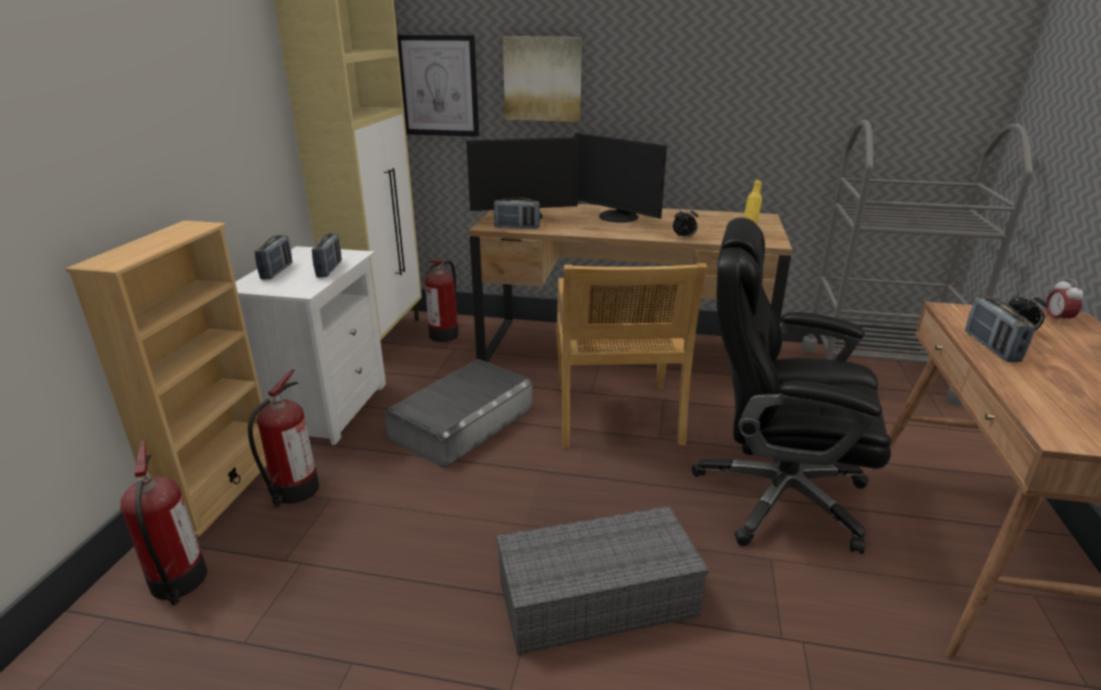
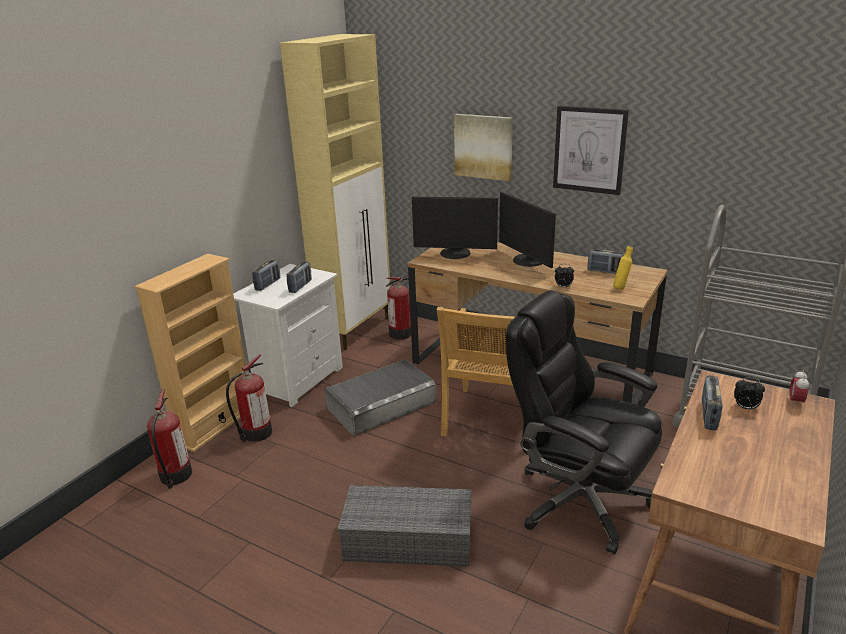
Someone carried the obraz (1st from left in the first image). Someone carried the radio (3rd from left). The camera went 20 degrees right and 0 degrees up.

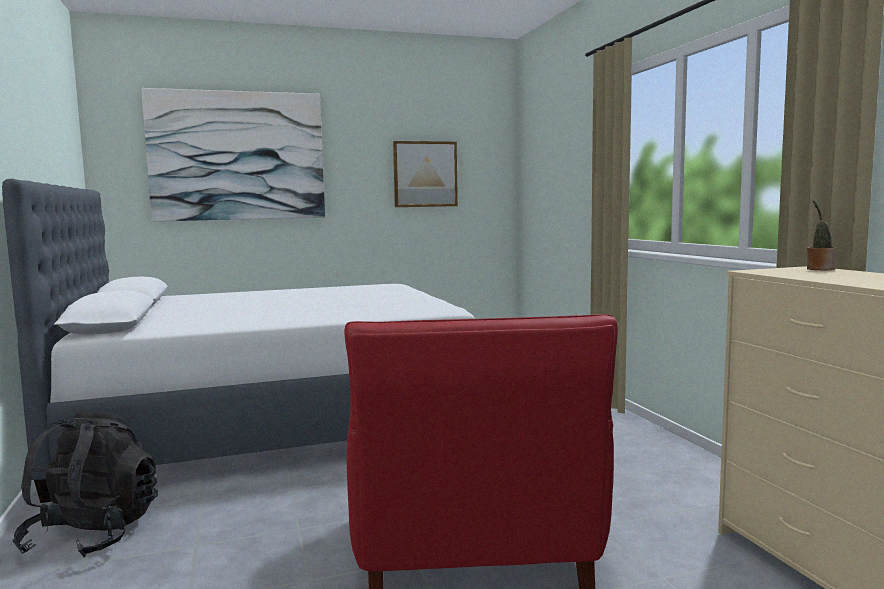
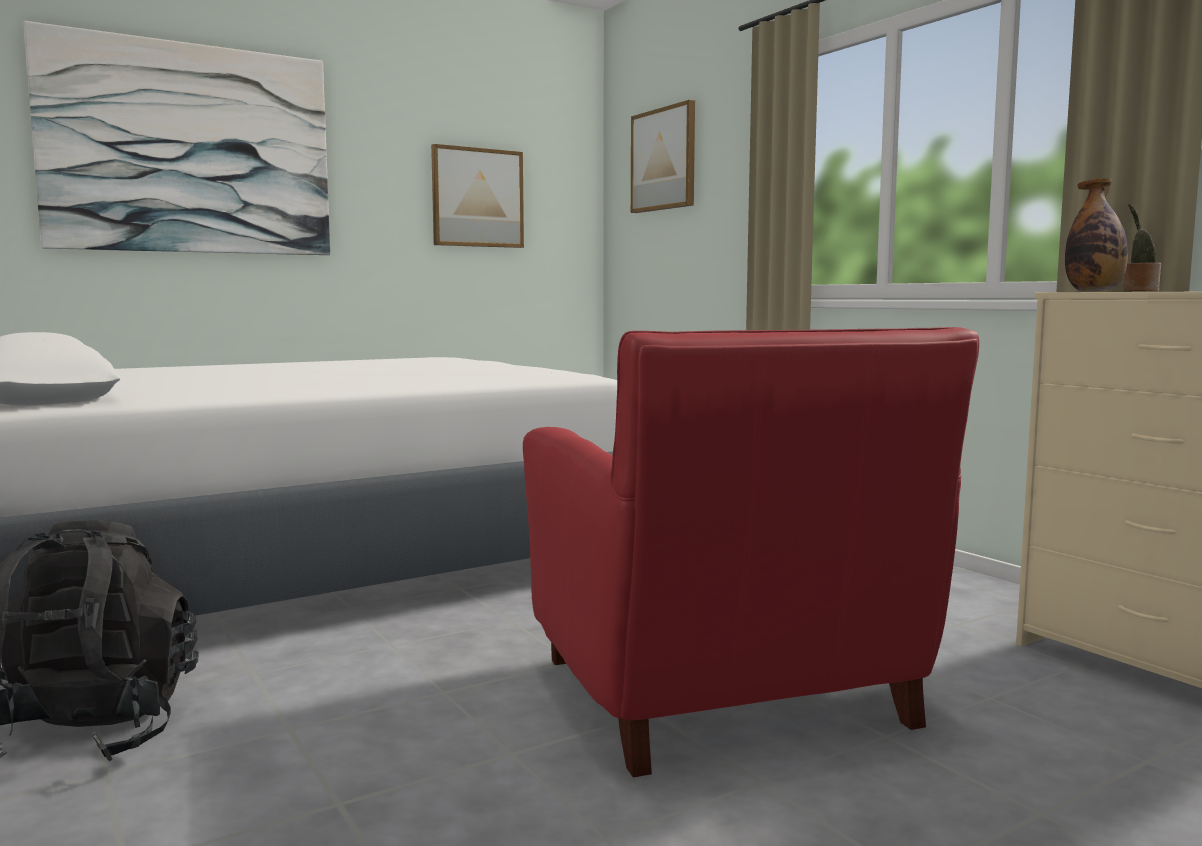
Someone put up the obraz (3rd from left). Someone put down the butelka. The camera went 15 degrees left and 0 degrees up.

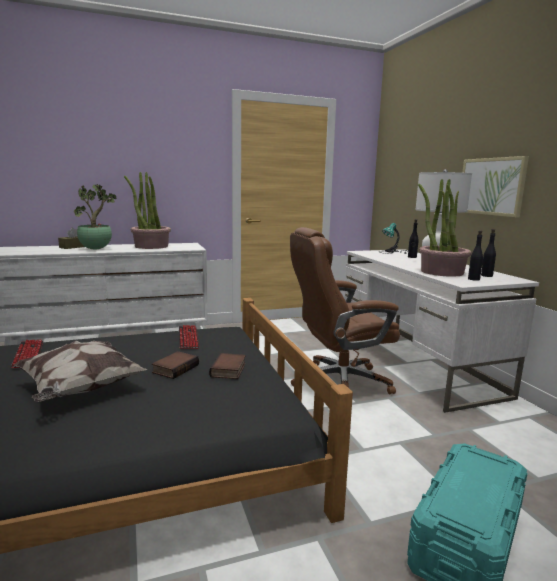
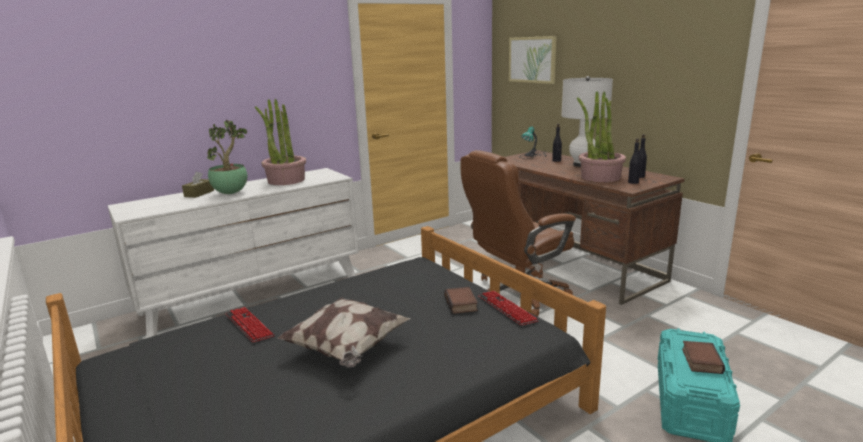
Someone carried the obraz. Someone repainted the biurko [biały], which became the biurko [brązowy]. Someone carried the klawiatura (2nd from left). Someone carried the książka (1st from left in the first image). The camera went 15 degrees left and 5 degrees up.

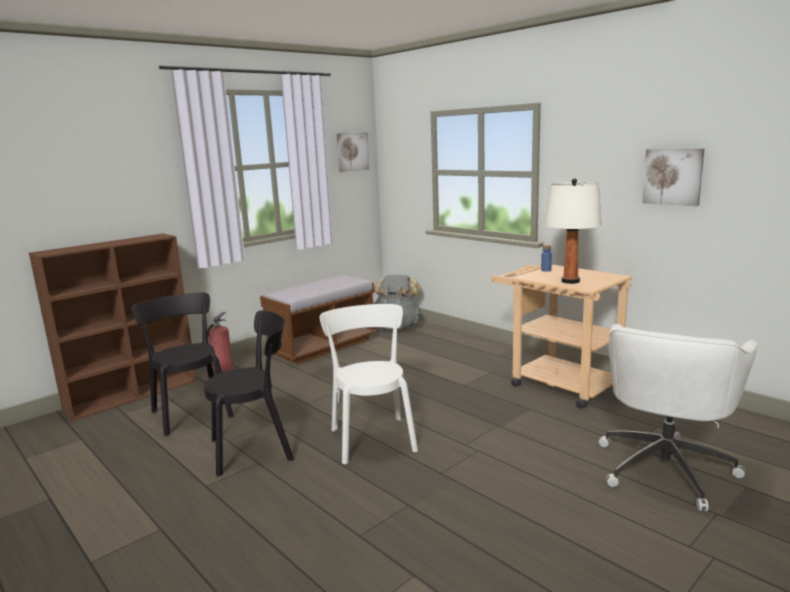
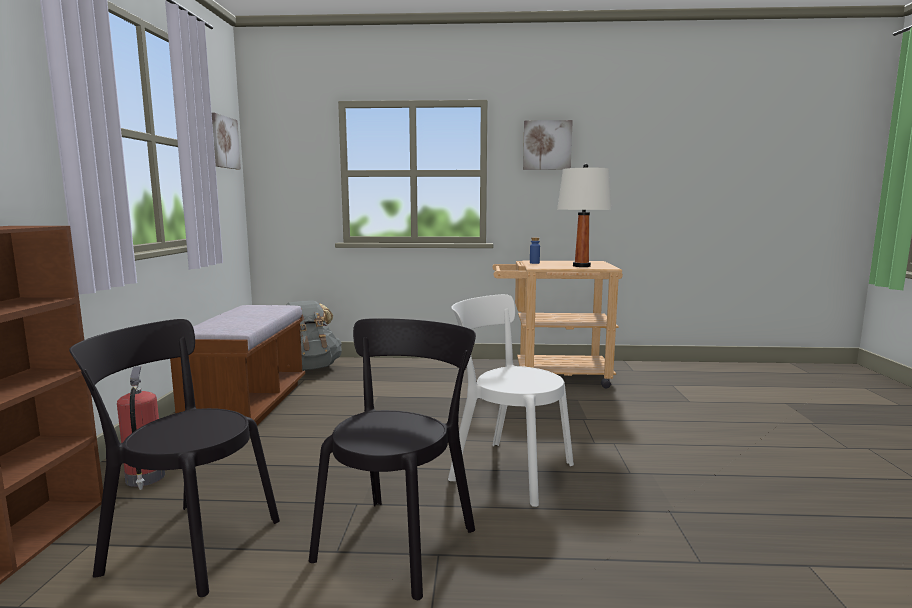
Someone carried the obraz (2nd from left). Someone took away the krzesło biurowe [biały]. The camera went 45 degrees left and 5 degrees down.

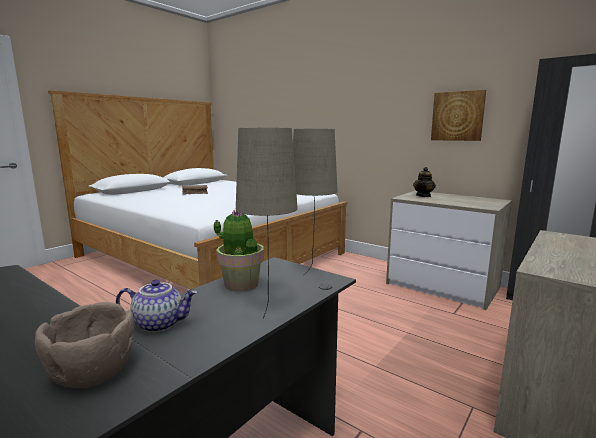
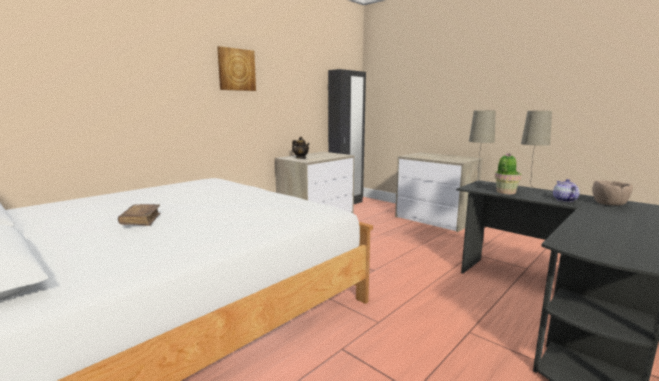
Someone carried the obraz. The camera went 85 degrees left and 0 degrees up.

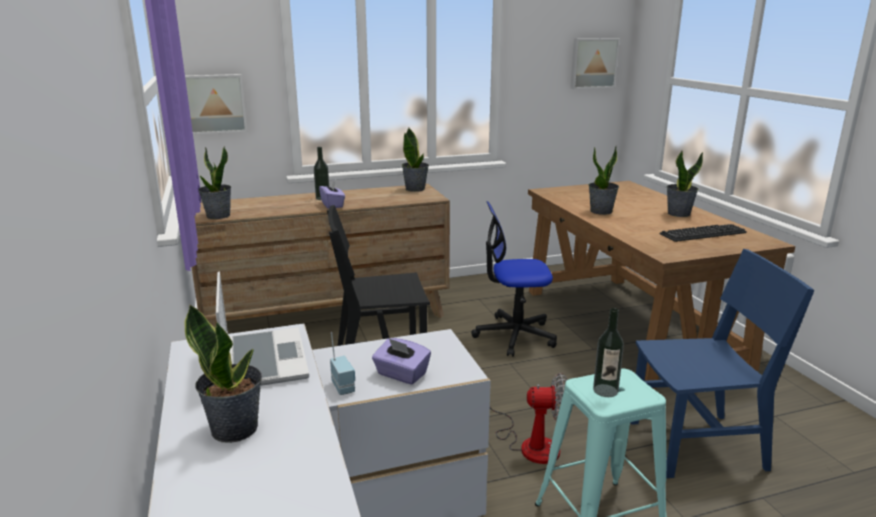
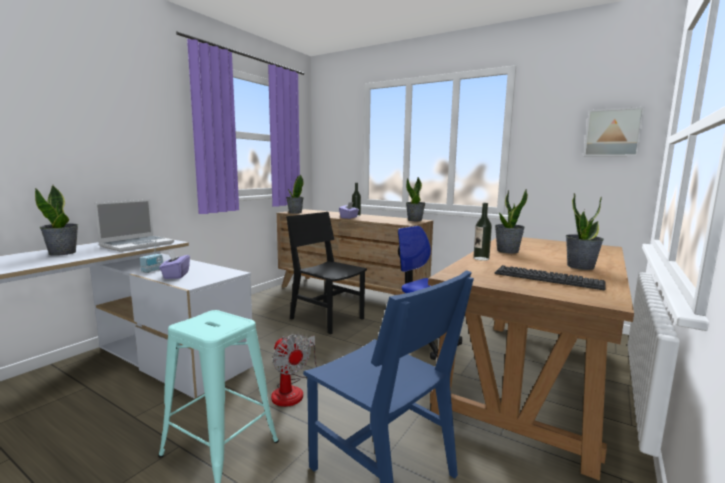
Someone took away the obraz (1st from left). Someone carried the butelka (2nd from left). The camera went 50 degrees right and 10 degrees down.

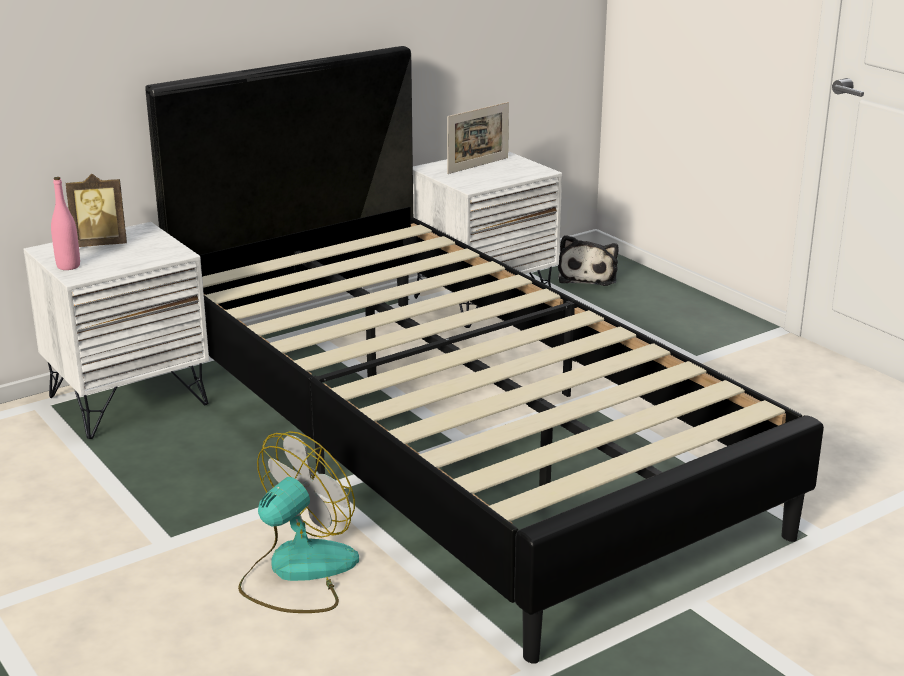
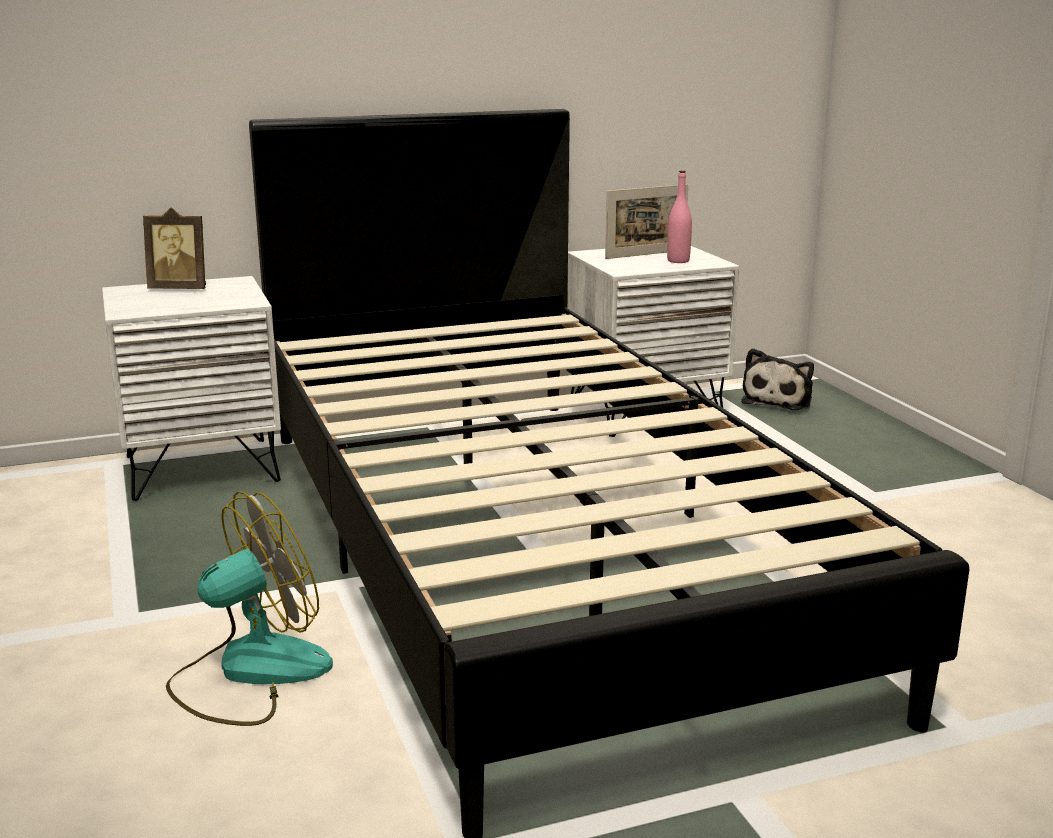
Someone carried the butelka [różowy]. The camera went 15 degrees right and 5 degrees down.

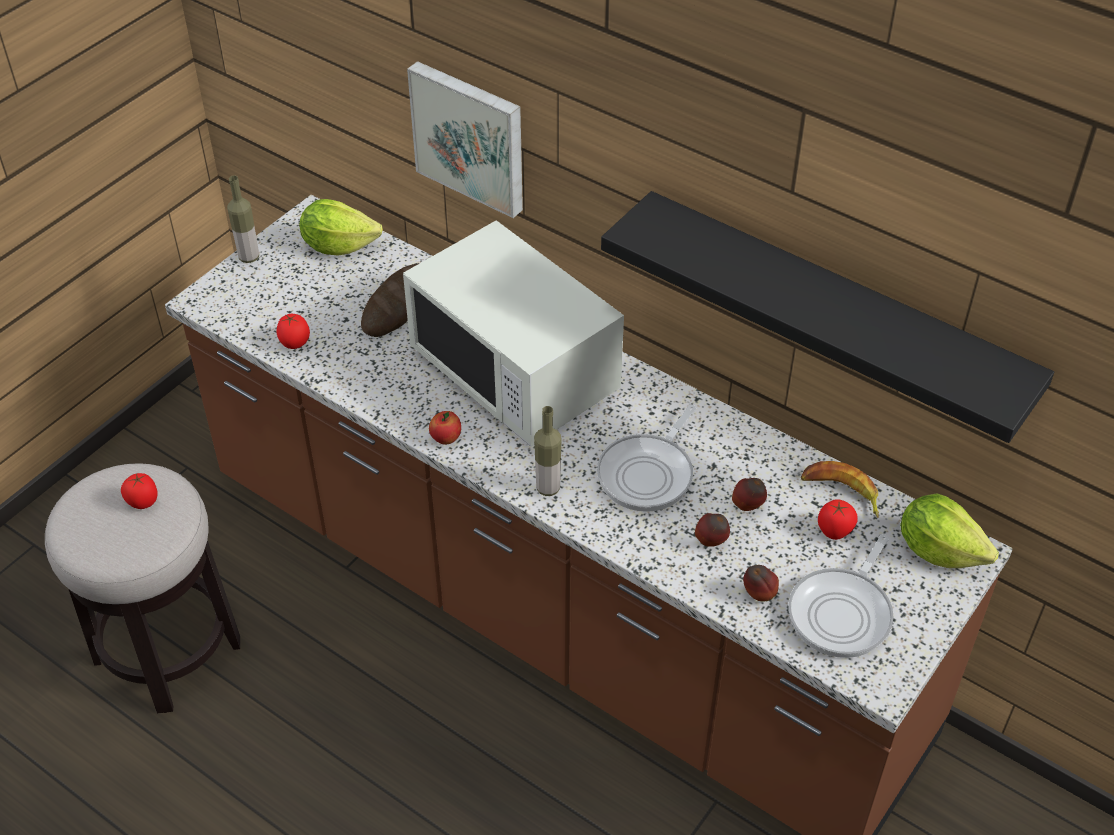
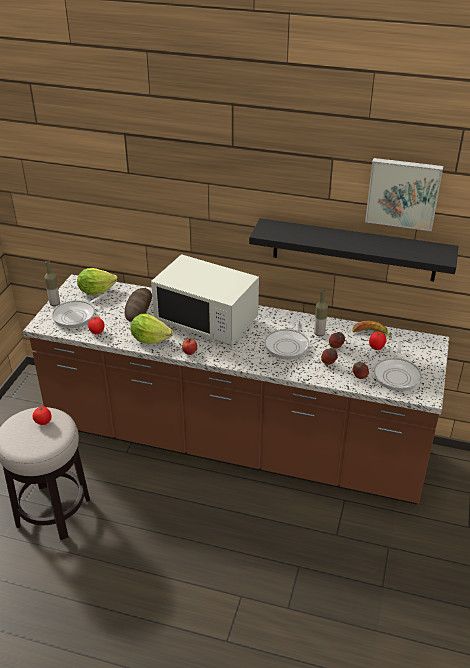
Someone carried the obraz. Someone carried the butelka (2nd from left). Someone carried the sałata (2nd from left). Someone put down the patelnia (1st from left). The camera went 20 degrees left and 10 degrees down.

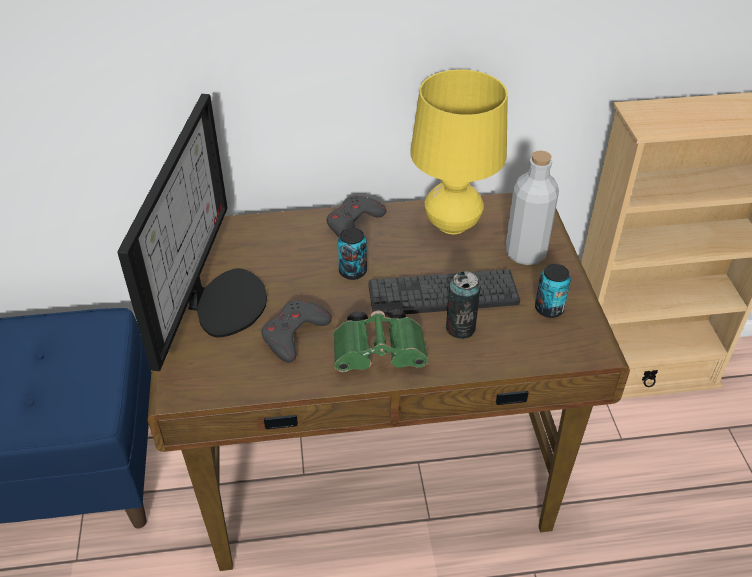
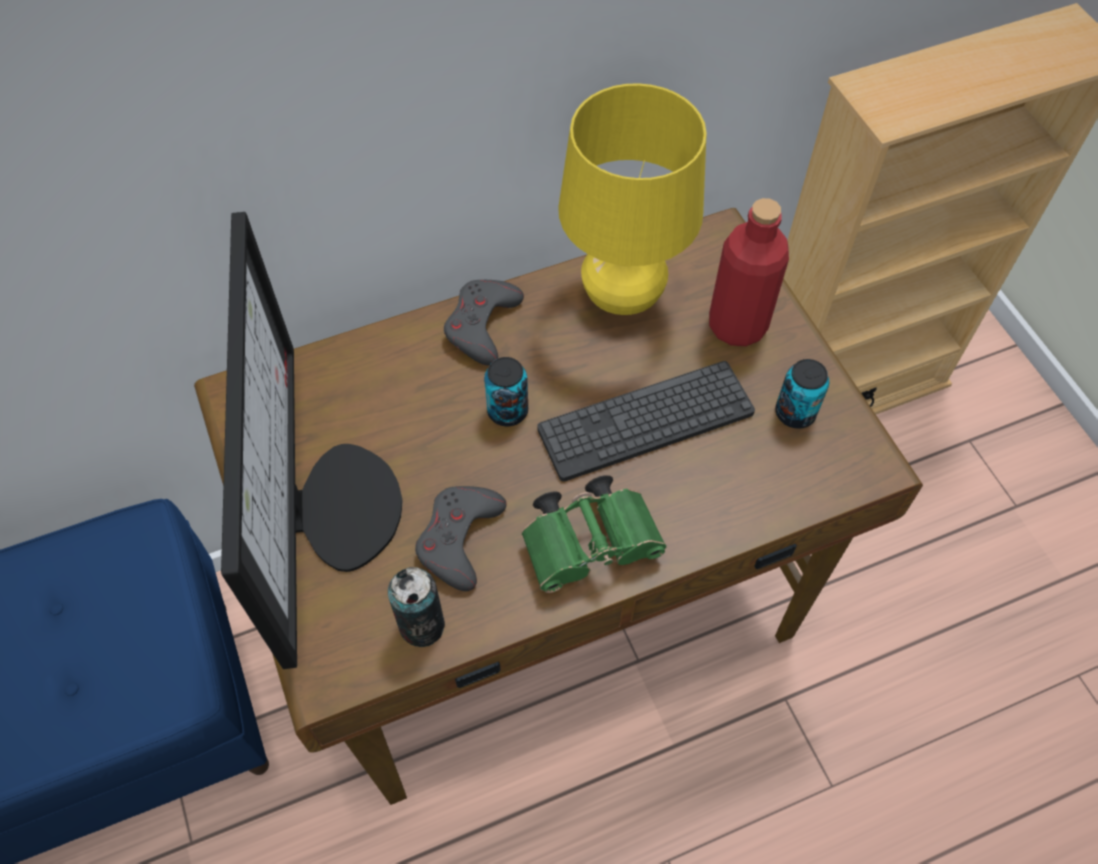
Someone repainted the butelka [szary], which became the butelka [czerwony]. Someone carried the puszka (2nd from left in the first image). The camera went 15 degrees left and 15 degrees up.

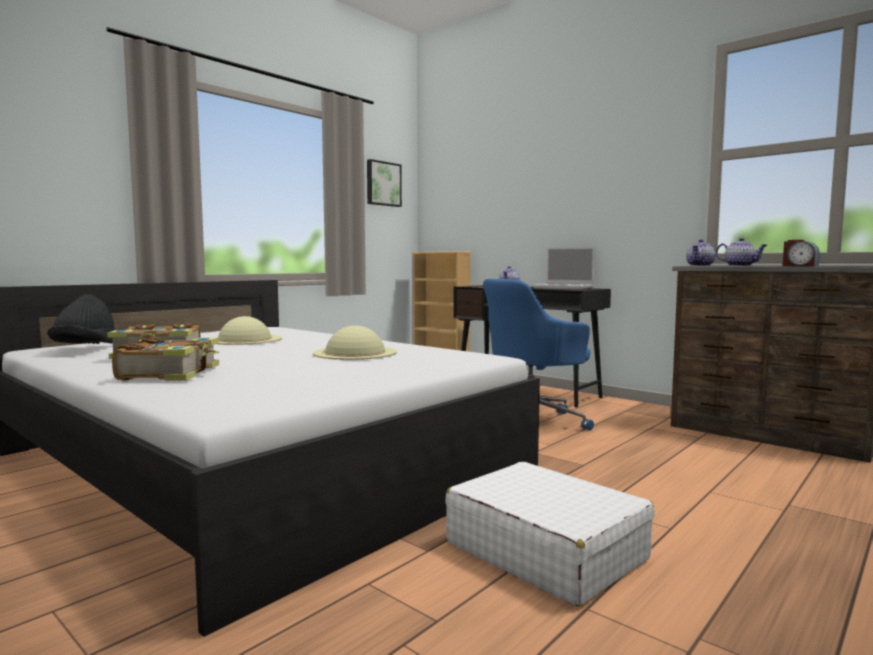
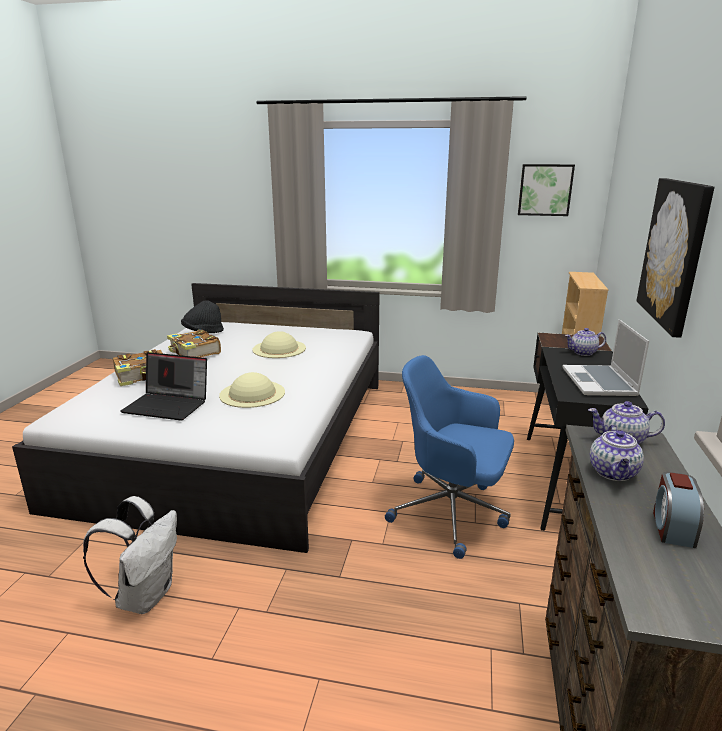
Someone swapped the walizka [biały] for the plecak [biały]. Someone put up the obraz (2nd from left). Someone put down the laptop (1st from left). The camera went 60 degrees right and 15 degrees up.

